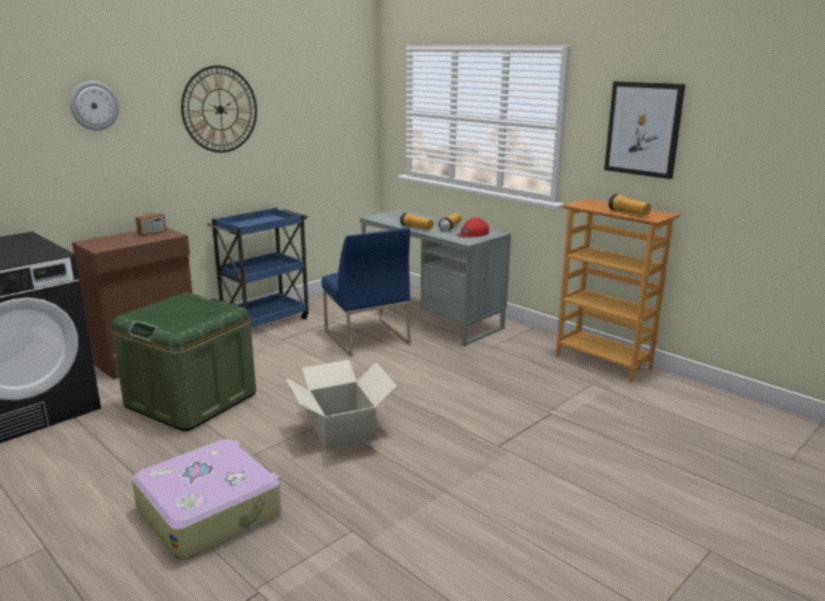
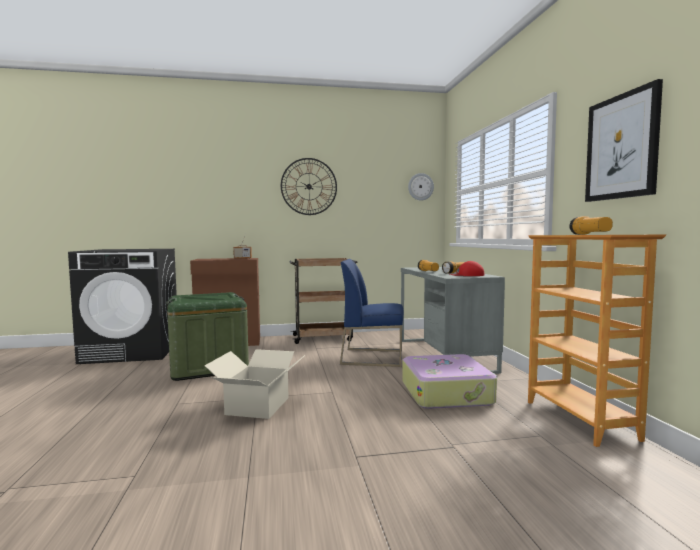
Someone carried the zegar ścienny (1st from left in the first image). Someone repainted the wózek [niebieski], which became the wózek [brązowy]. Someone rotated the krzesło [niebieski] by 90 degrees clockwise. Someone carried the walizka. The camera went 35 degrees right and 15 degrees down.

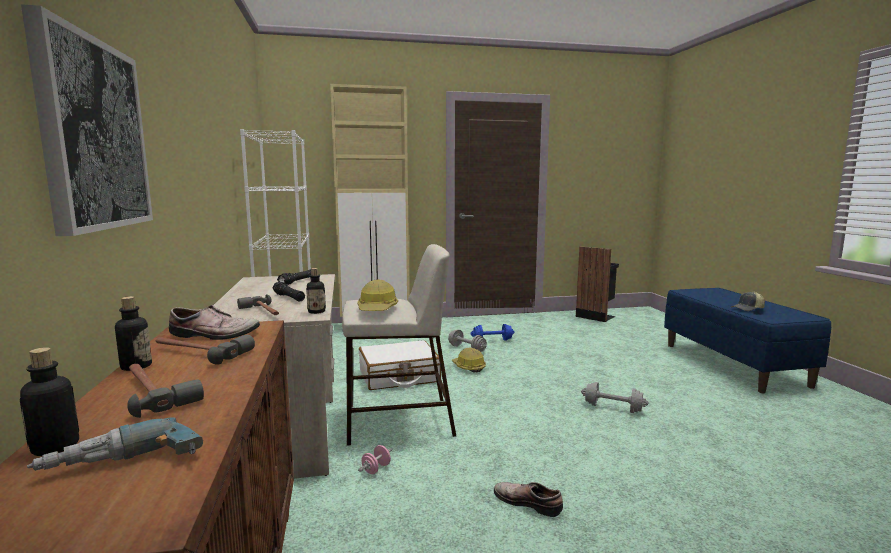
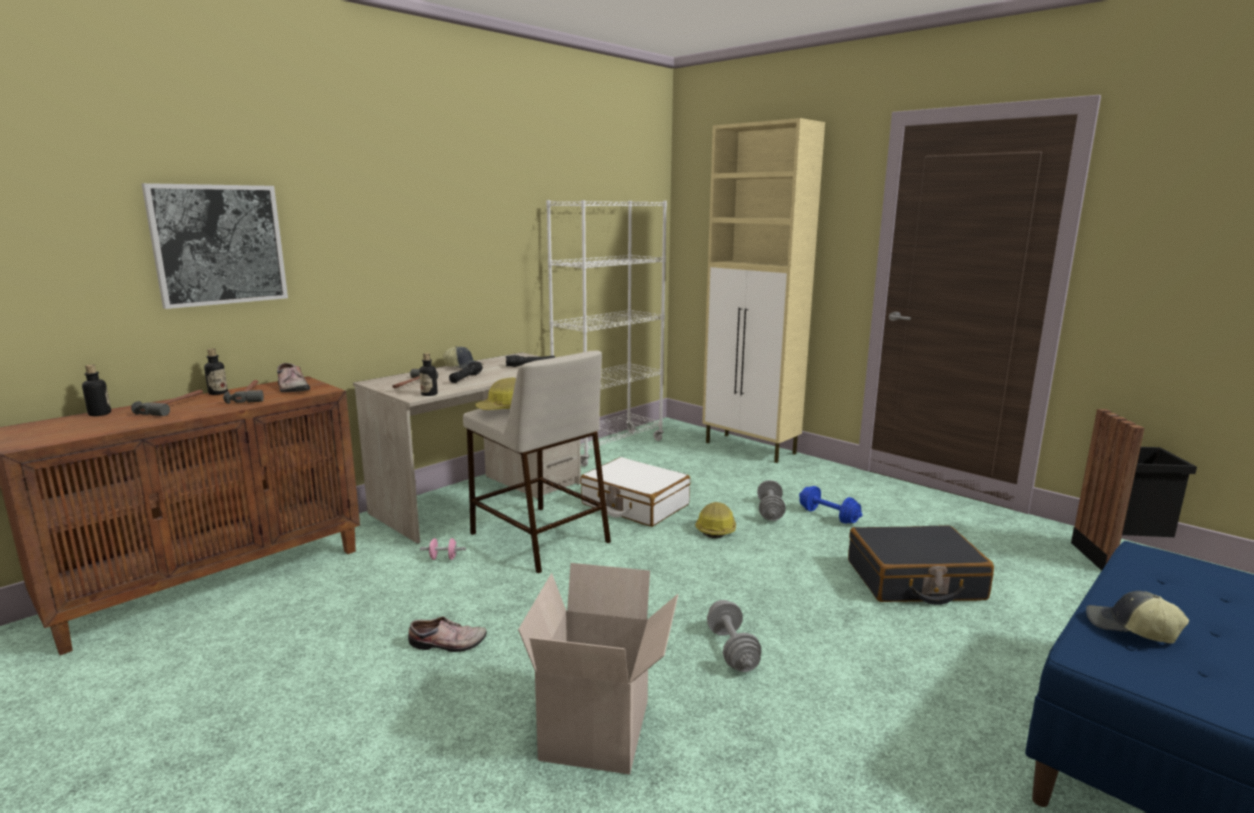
Someone took away the wiertarka. Someone rotated the but (2nd from left) by 90 degrees clockwise. Someone put down the czapka z daszkiem (1st from left). Someone put down the walizka [czarny]. Someone put down the karton. The camera went 55 degrees right and 5 degrees up.

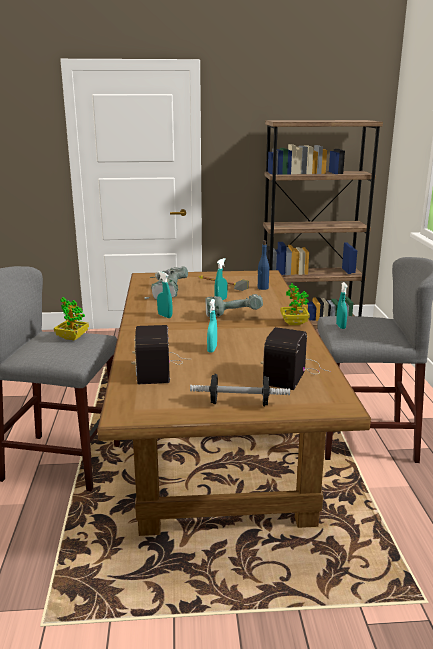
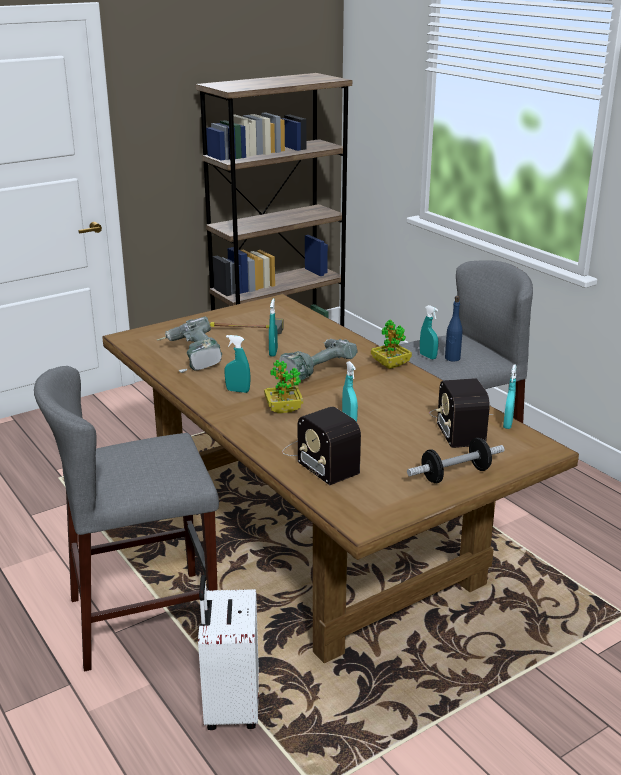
Someone carried the butelka [niebieski]. Someone carried the roślina doniczkowa (1st from left). Someone put down the spryskiwacz [turkusowy] (5th from left). Someone put down the walizka [biały]. The camera went 30 degrees left and 5 degrees up.

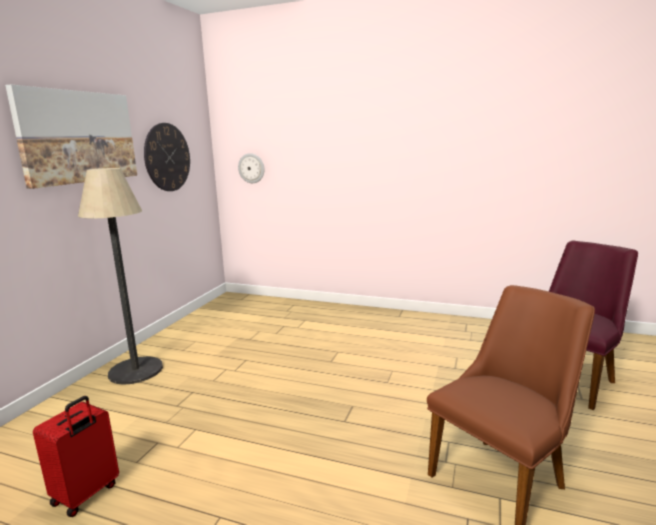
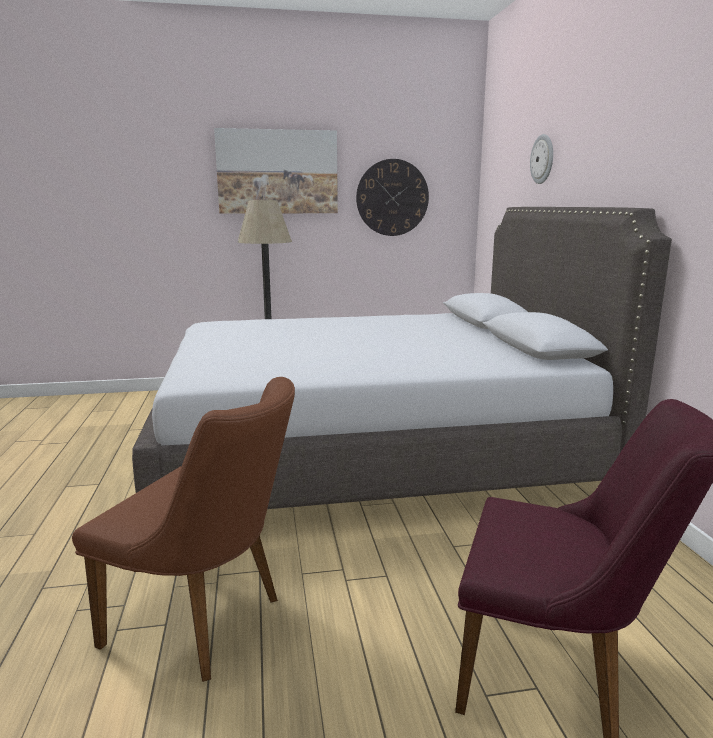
Someone carried the zegar ścienny (2nd from left). Someone took away the walizka [czerwony]. Someone put down the łóżko [szary]. The camera went 60 degrees right and 0 degrees up.

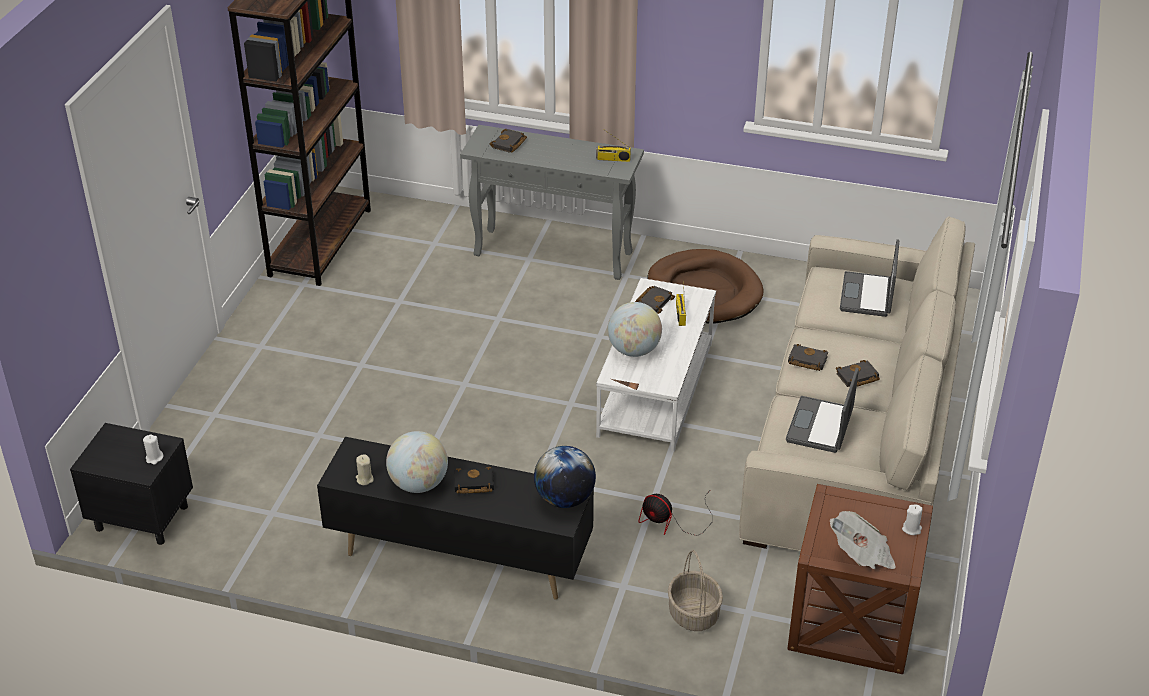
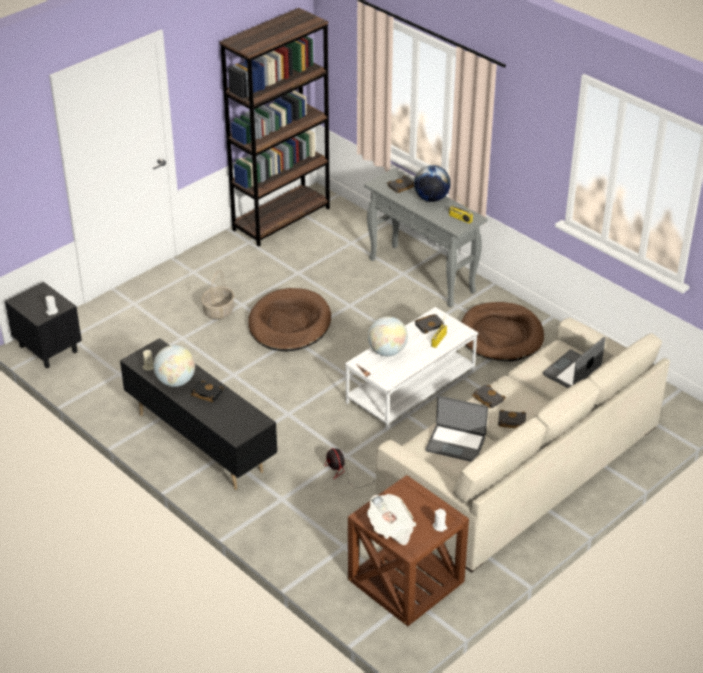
Someone rotated the laptop (1st from left) by 120 degrees counterclockwise. Someone carried the globus (2nd from left in the first image). Someone carried the koszyk. Someone put down the legowisko [brązowy] (1st from left). The camera went 30 degrees right and 0 degrees up.

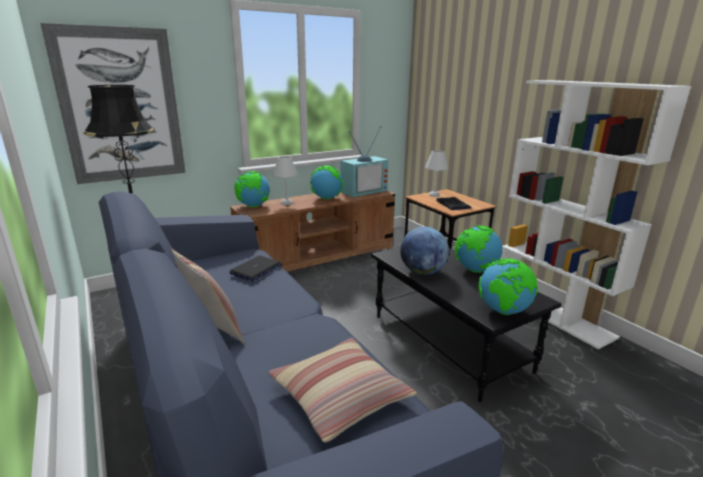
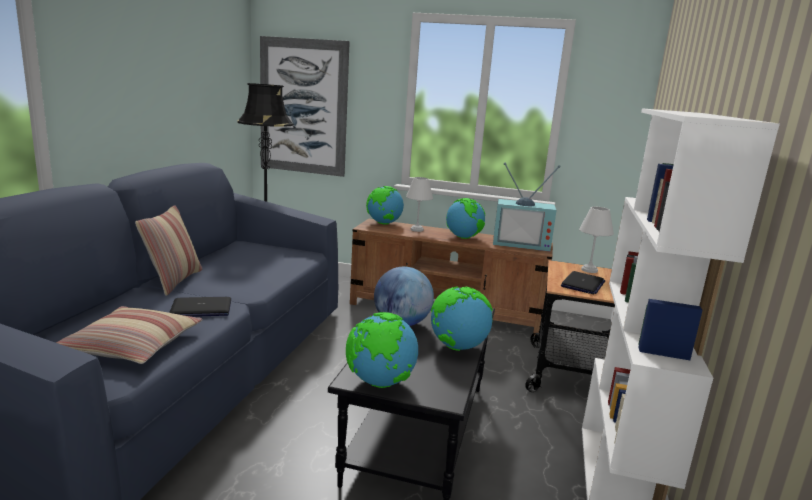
Someone carried the laptop (1st from left). The camera went 45 degrees right and 5 degrees down.

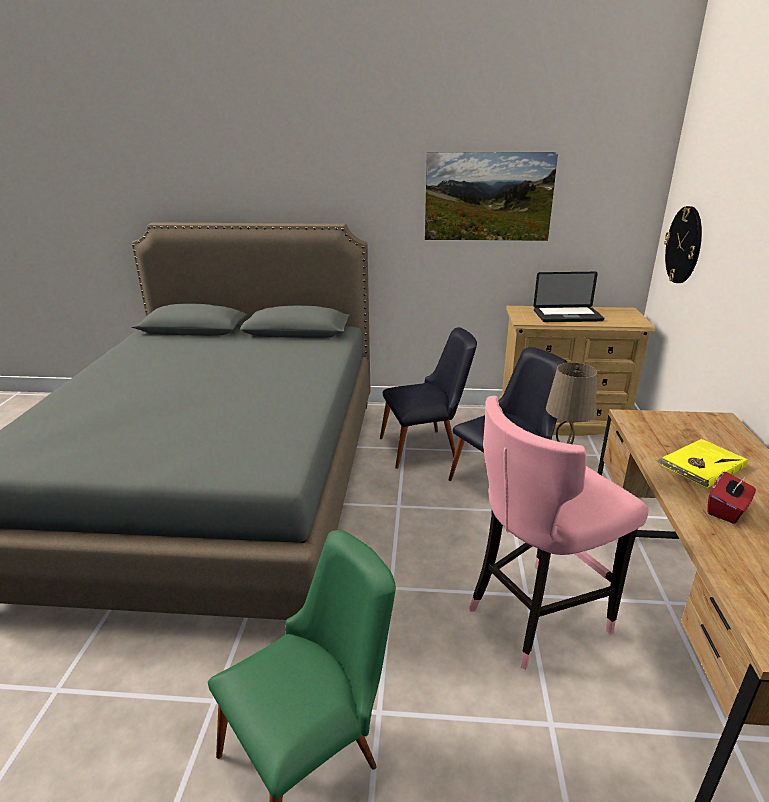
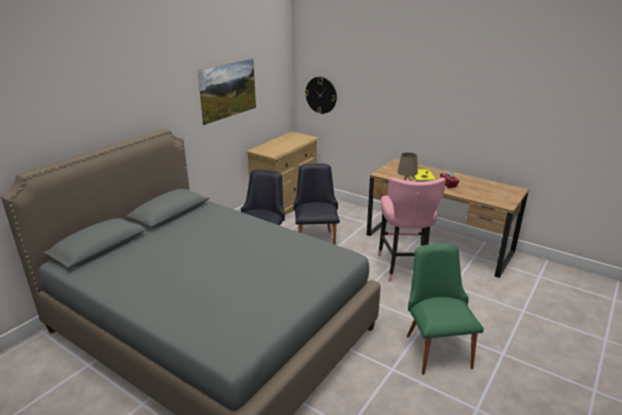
Someone took away the laptop. The camera went 60 degrees left and 0 degrees up.

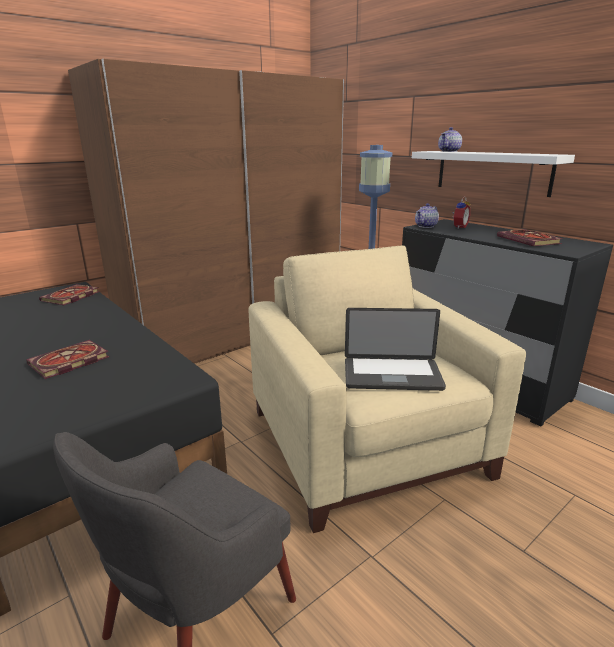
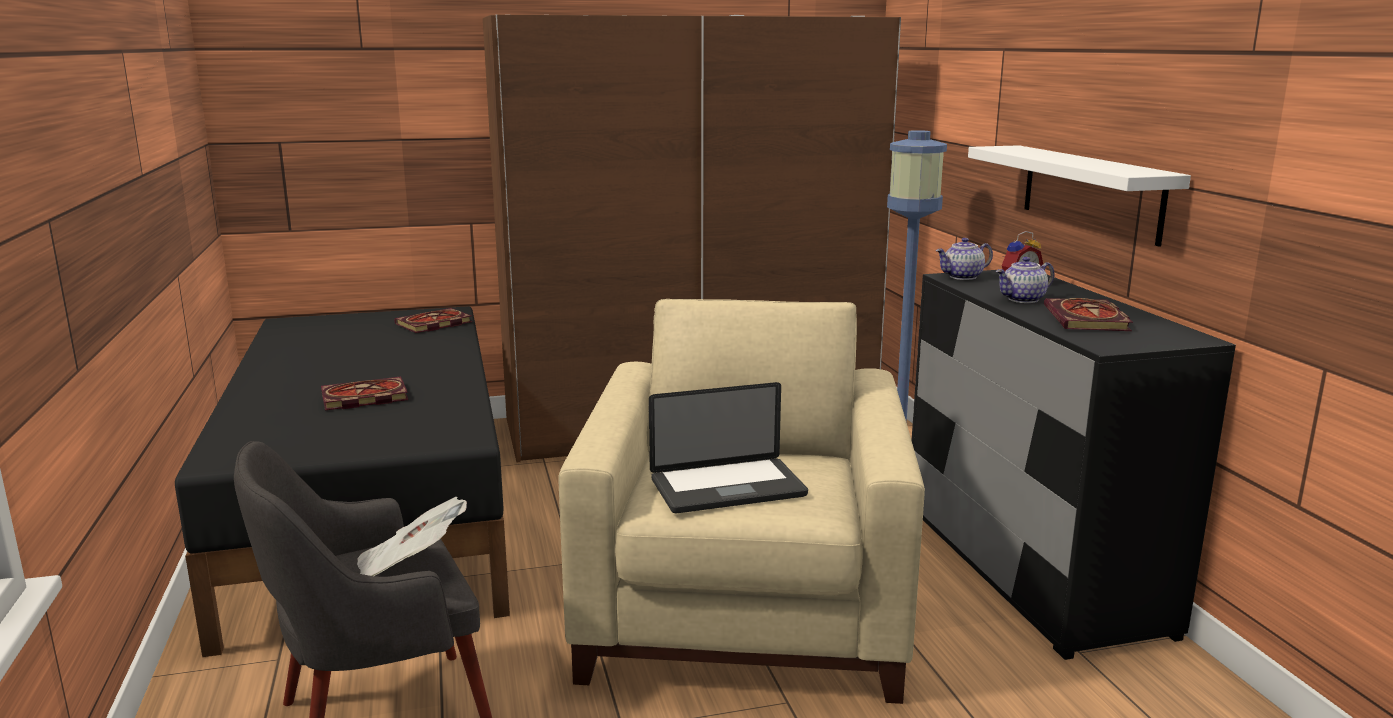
Someone carried the imbryk (2nd from left). Someone rotated the laptop by 45 degrees counterclockwise. Someone put down the gazeta. The camera went 25 degrees right and 5 degrees down.

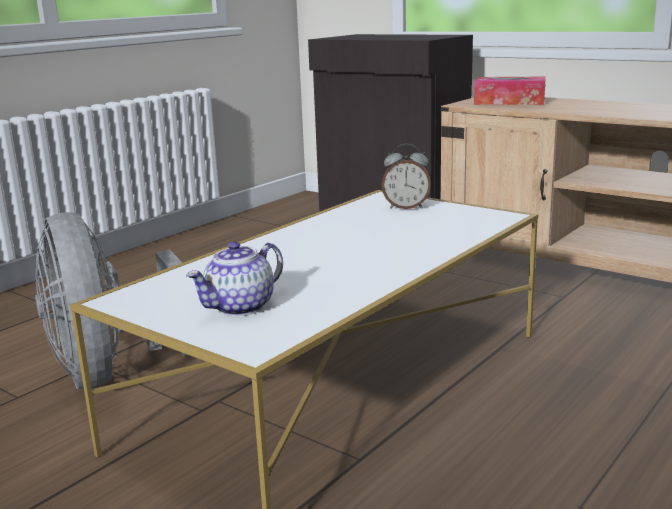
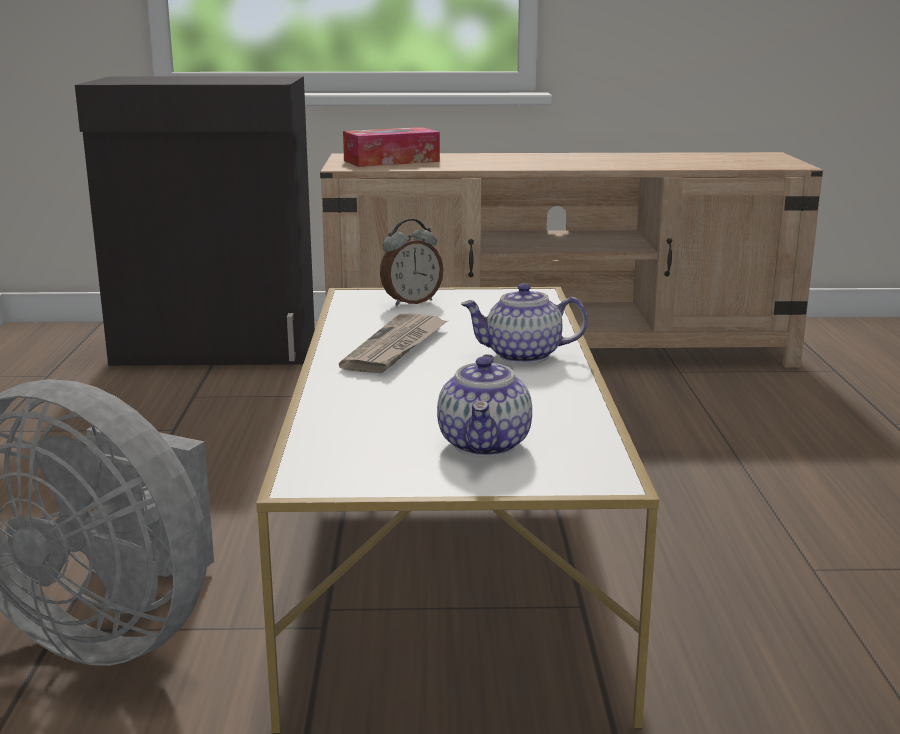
Someone put down the imbryk (2nd from left). Someone put down the gazeta. The camera went 40 degrees left and 0 degrees up.

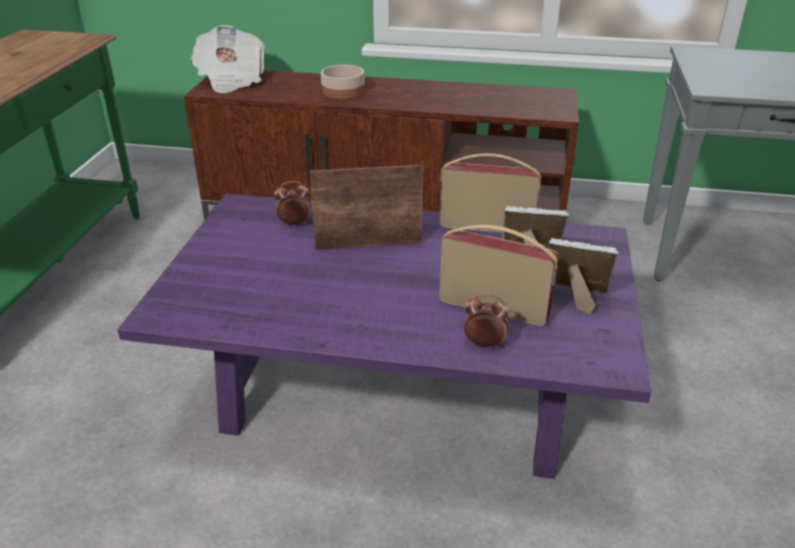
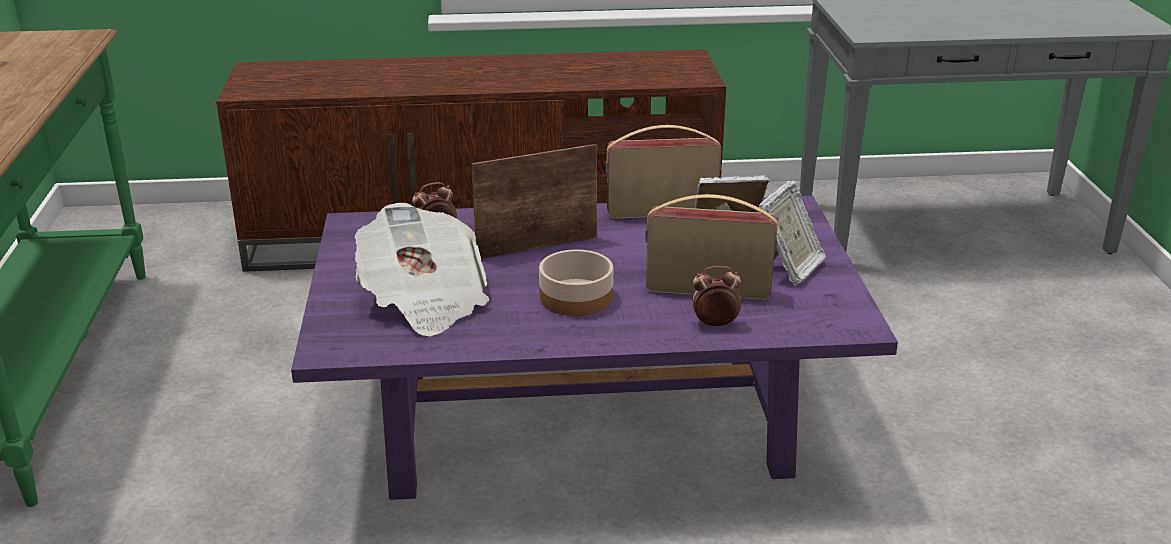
Someone carried the gazeta. Someone carried the miska. Someone rotated the ramka na zdjęcie (3rd from left) by 120 degrees clockwise. The camera went 15 degrees left and 5 degrees down.

